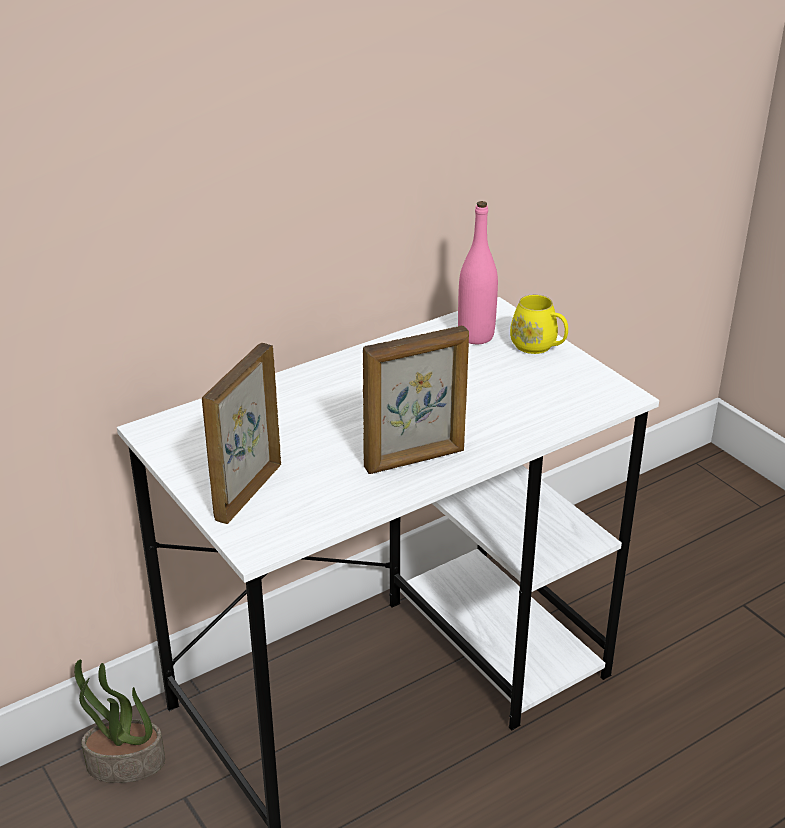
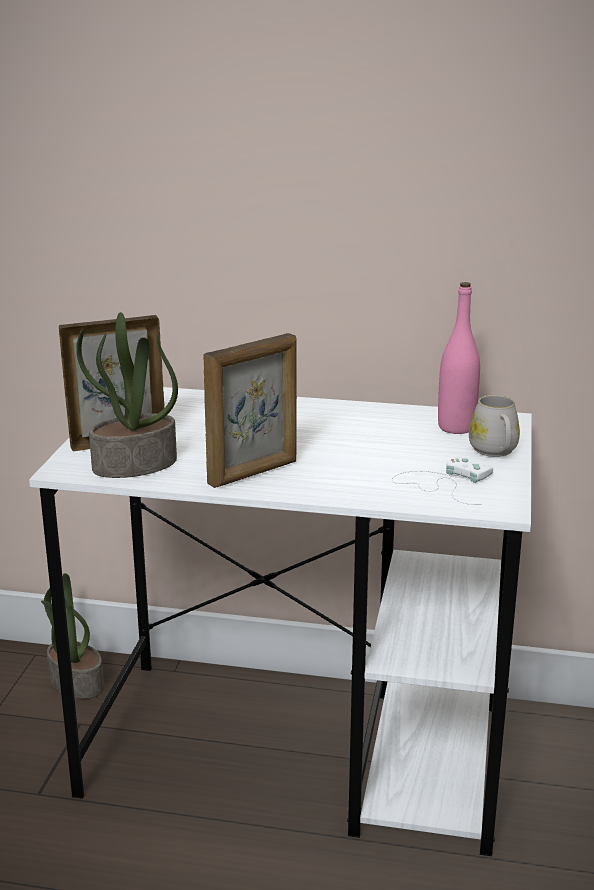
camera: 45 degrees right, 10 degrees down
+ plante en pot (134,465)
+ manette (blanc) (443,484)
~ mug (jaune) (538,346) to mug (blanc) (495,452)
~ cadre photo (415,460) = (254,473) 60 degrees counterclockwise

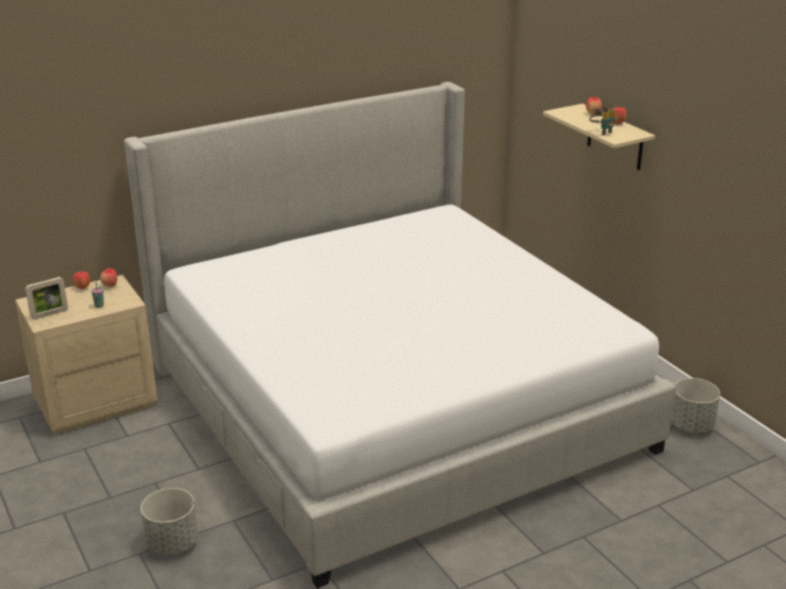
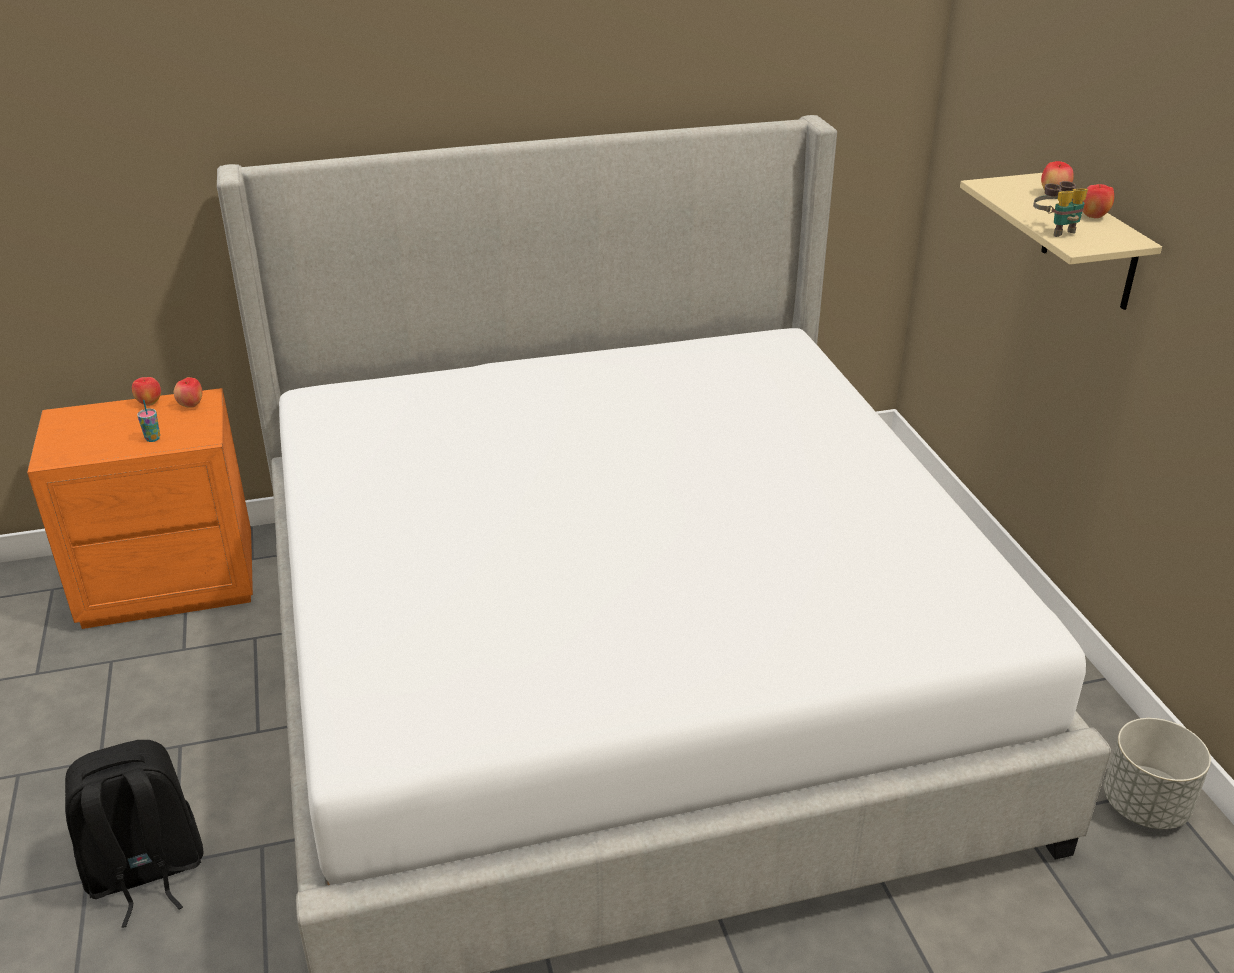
camera: 15 degrees right, 5 degrees up
- cadre photo (49,314)
~ cache-pot (gris) (172,544) to sac à dos (noir) (145,873)
~ table de chevet (beige) (95,402) to table de chevet (orange) (169,582)

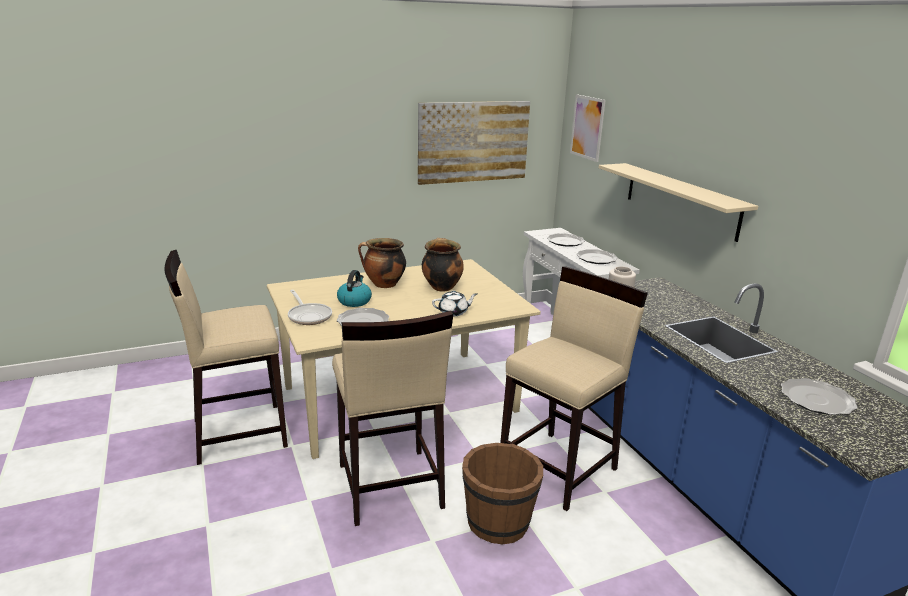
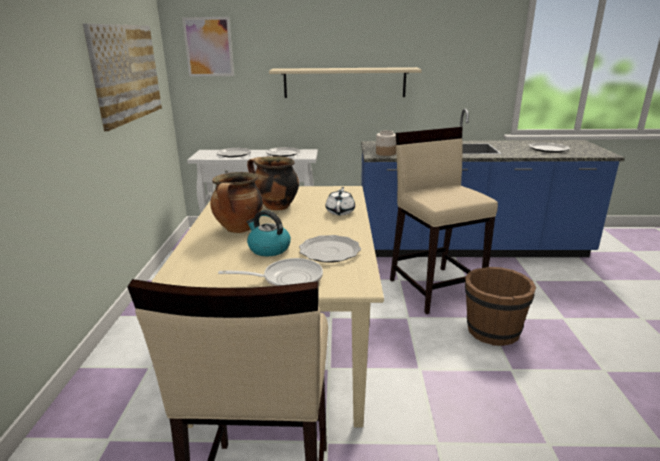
camera: 65 degrees left, 0 degrees up
- tabouret (beige) (389,487)

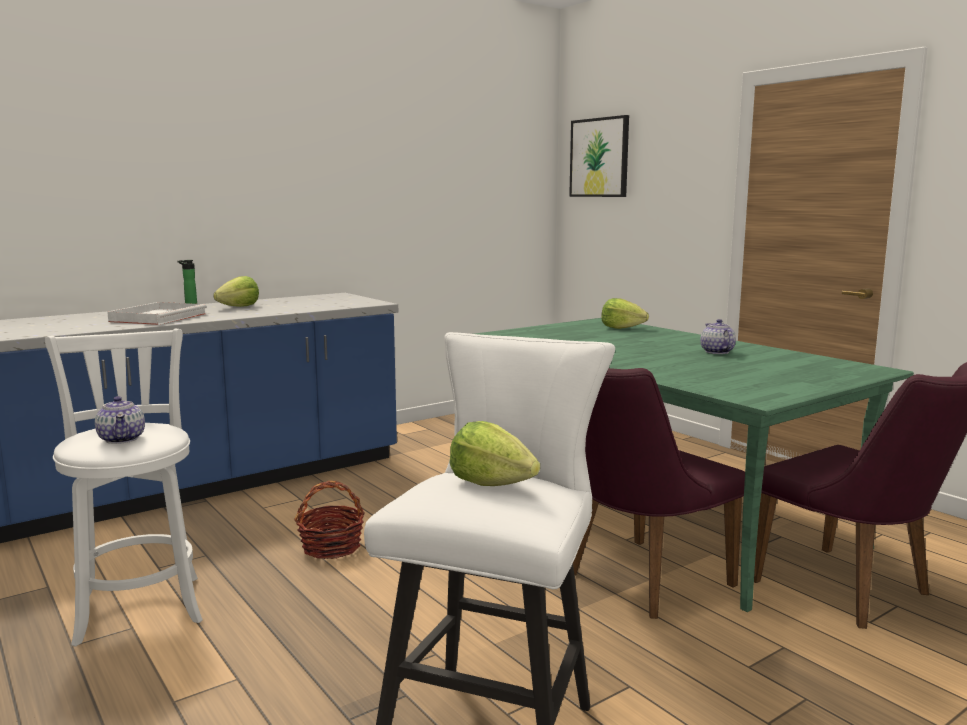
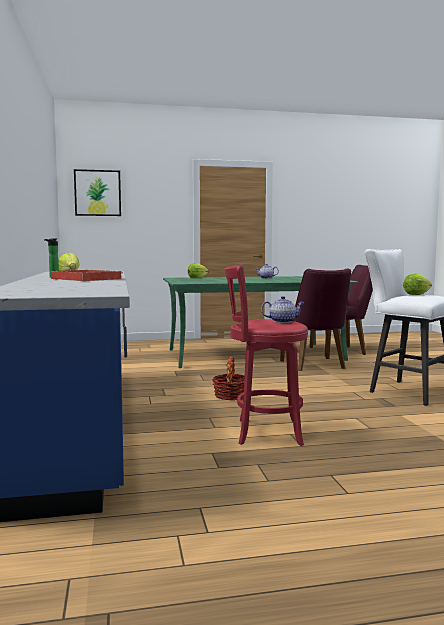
camera: 65 degrees left, 5 degrees down
~ tabouret (blanc) (140,605) to tabouret (rouge) (264,432)
~ plateau (blanc) (159,317) to plateau (rouge) (85,279)

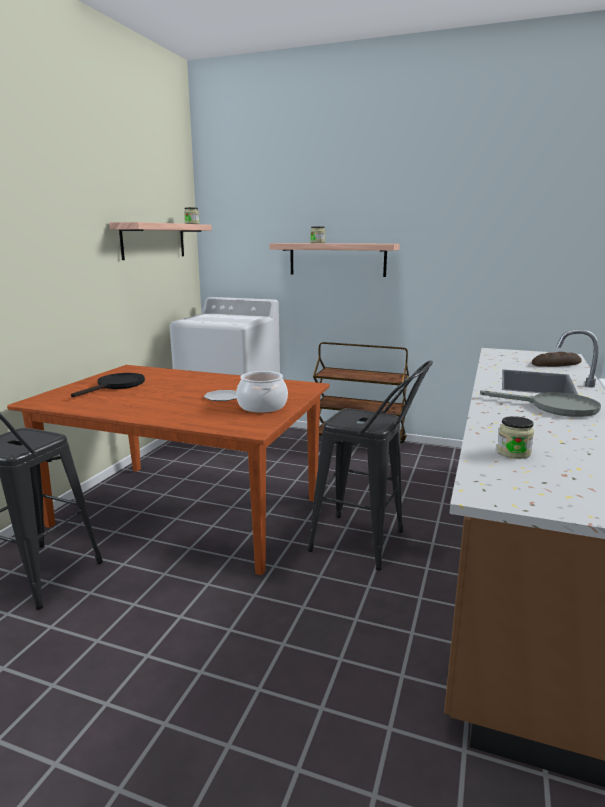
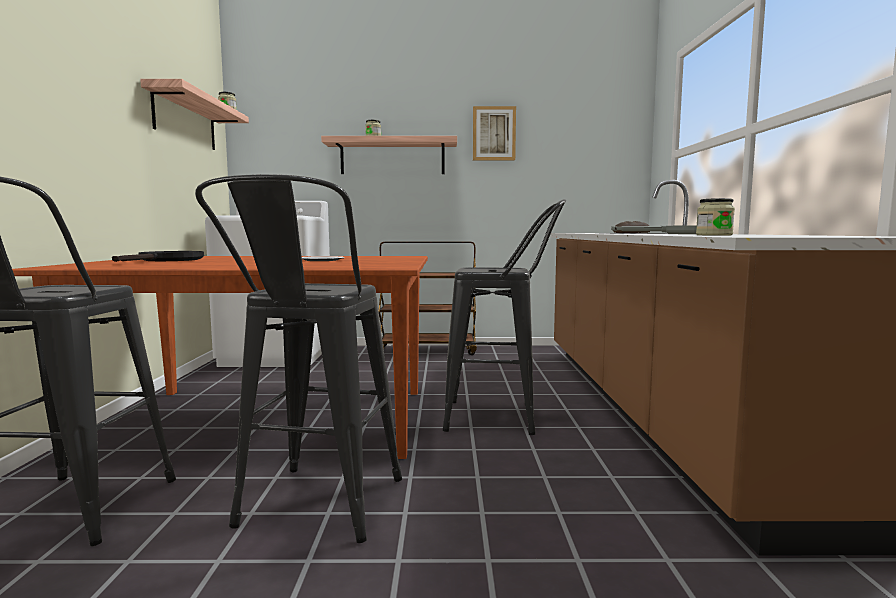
camera: 20 degrees left, 10 degrees down
- marmite (262,406)
+ tabouret (noir) (313,512)
+ tableau (494,133)

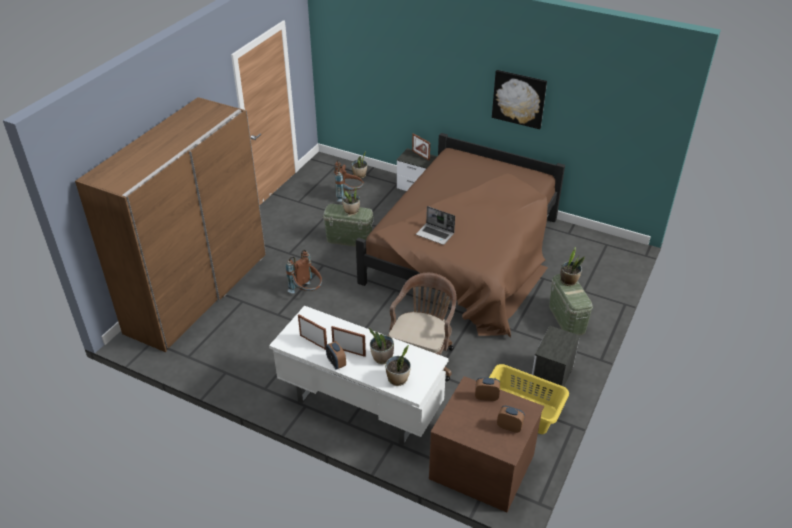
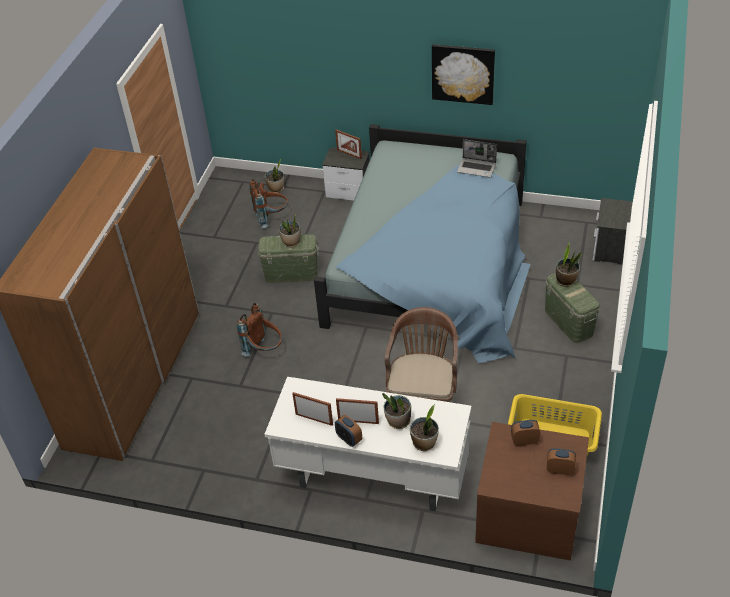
camera: 10 degrees left, 5 degrees up
~ ordinateur portable (435,234) to (477,168)
~ table de chevet (551,377) to (609,249)
~ lit (marron) (465,255) to lit (bleu) (433,267)

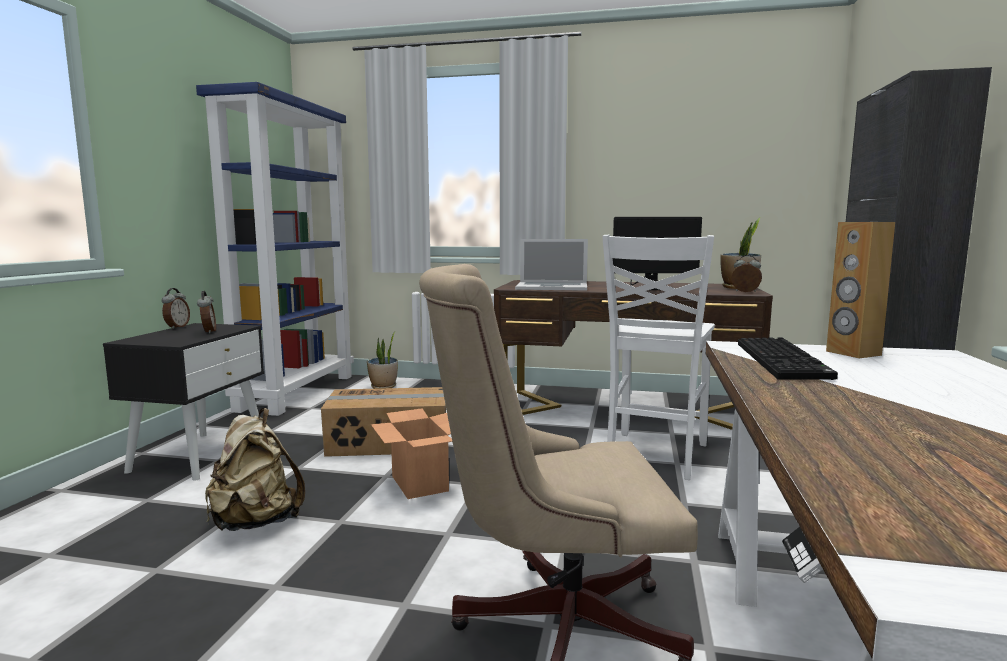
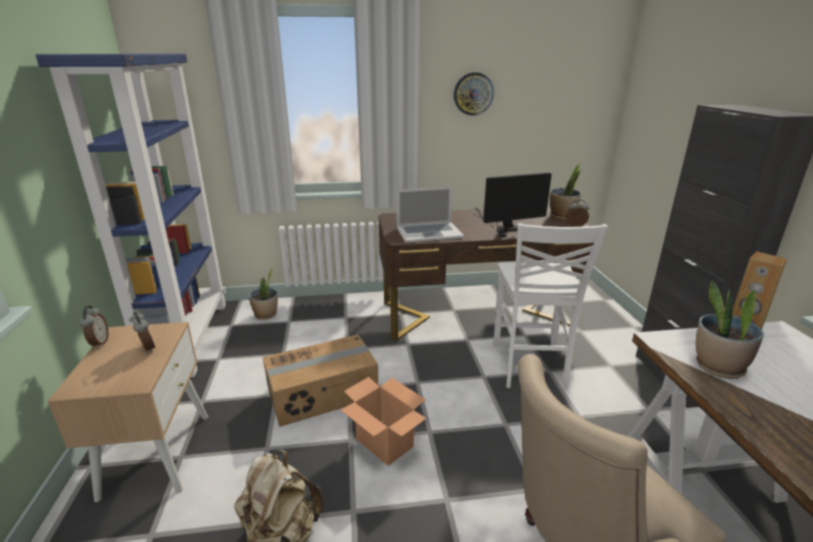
camera: 20 degrees left, 15 degrees up
+ horloge murale (473,94)
~ clavier (784,361) to plante en pot (717,367)
~ table de chevet (noir) (200,455) to table de chevet (beige) (156,453)

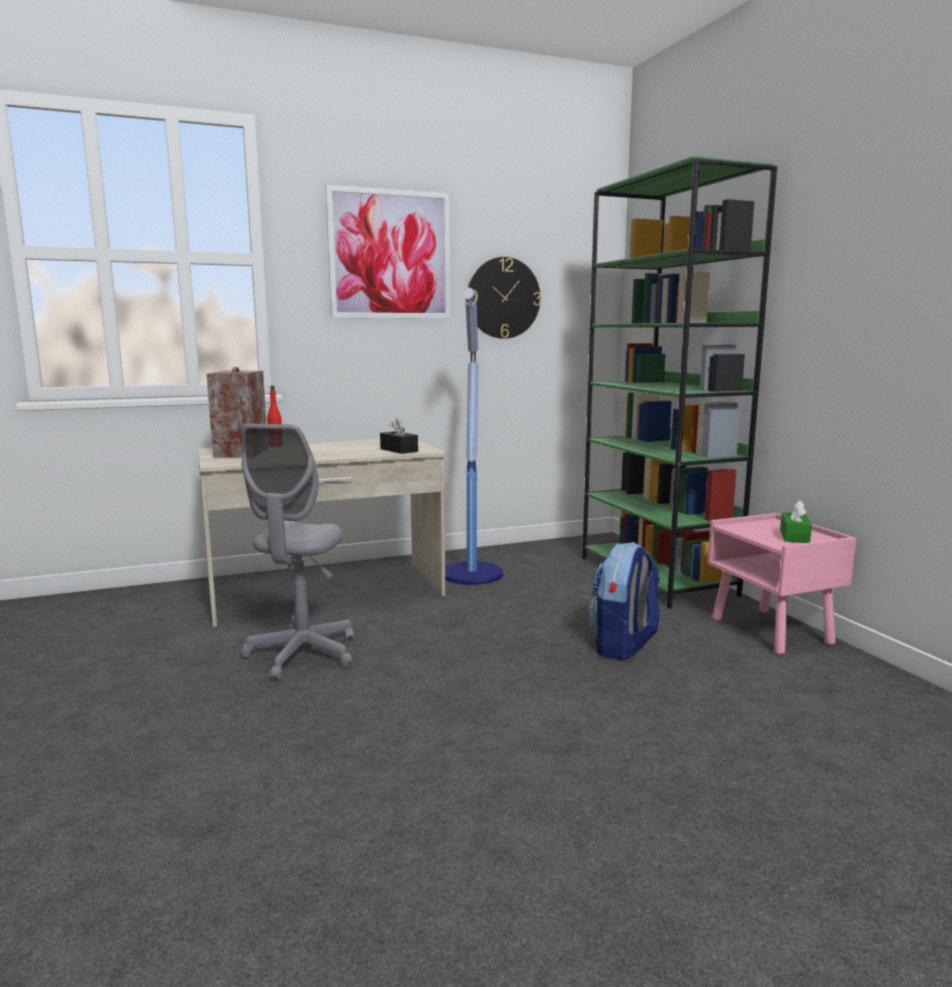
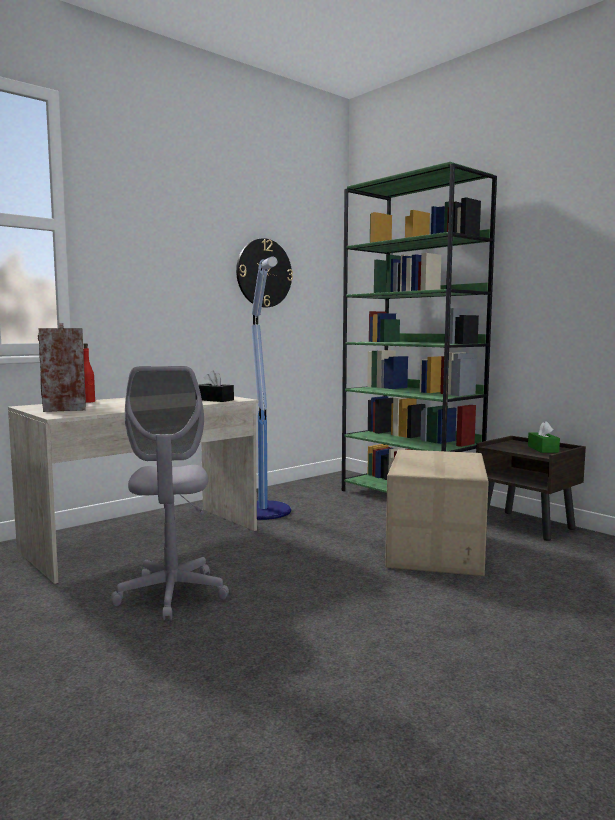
camera: 20 degrees left, 5 degrees down
- tableau (390,255)
~ sac à dos (623,646) to carton (436,550)
~ table de chevet (rose) (772,631) to table de chevet (marron) (527,526)

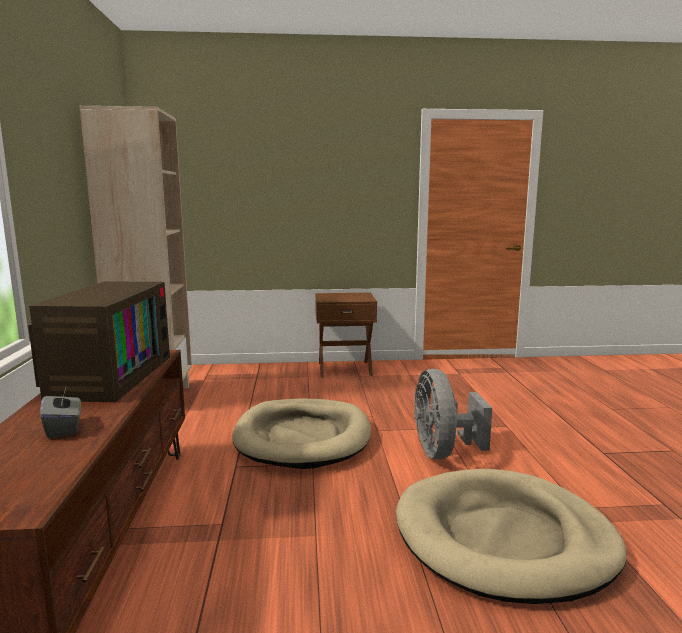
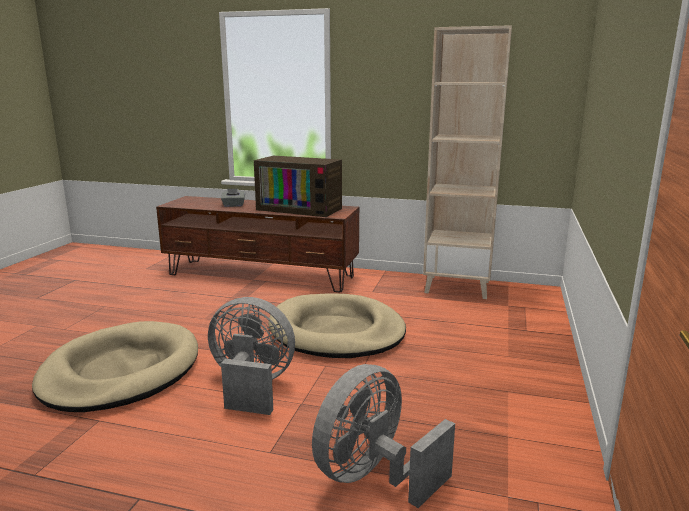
camera: 110 degrees right, 5 degrees up
- table de chevet (marron) (344,368)
+ ventilateur (gris) (373,477)

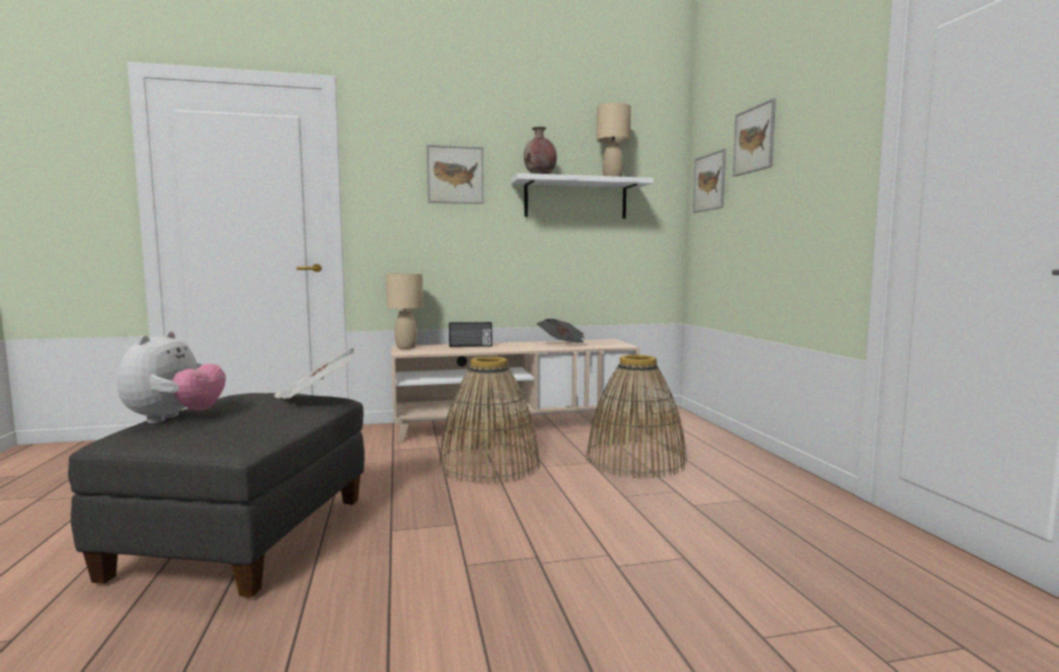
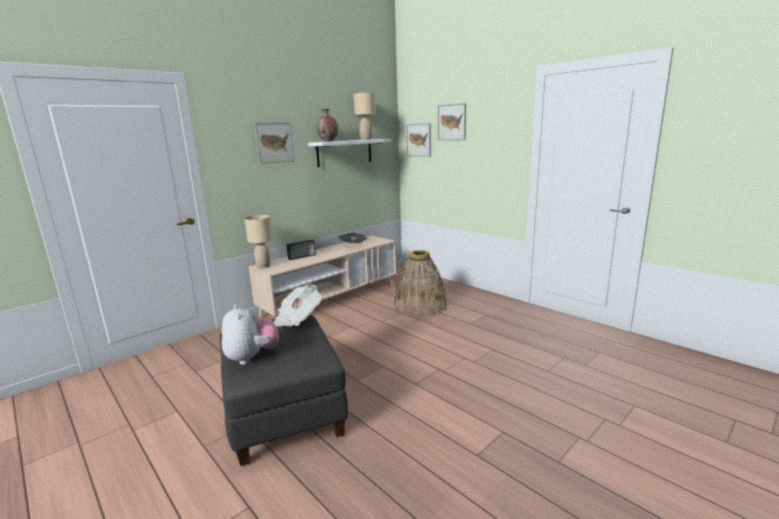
camera: 30 degrees left, 10 degrees up
- panier (489,464)

